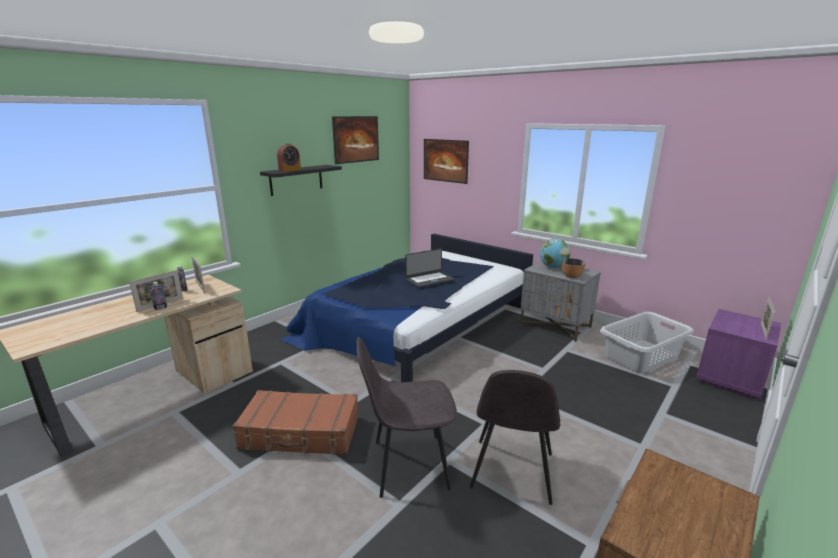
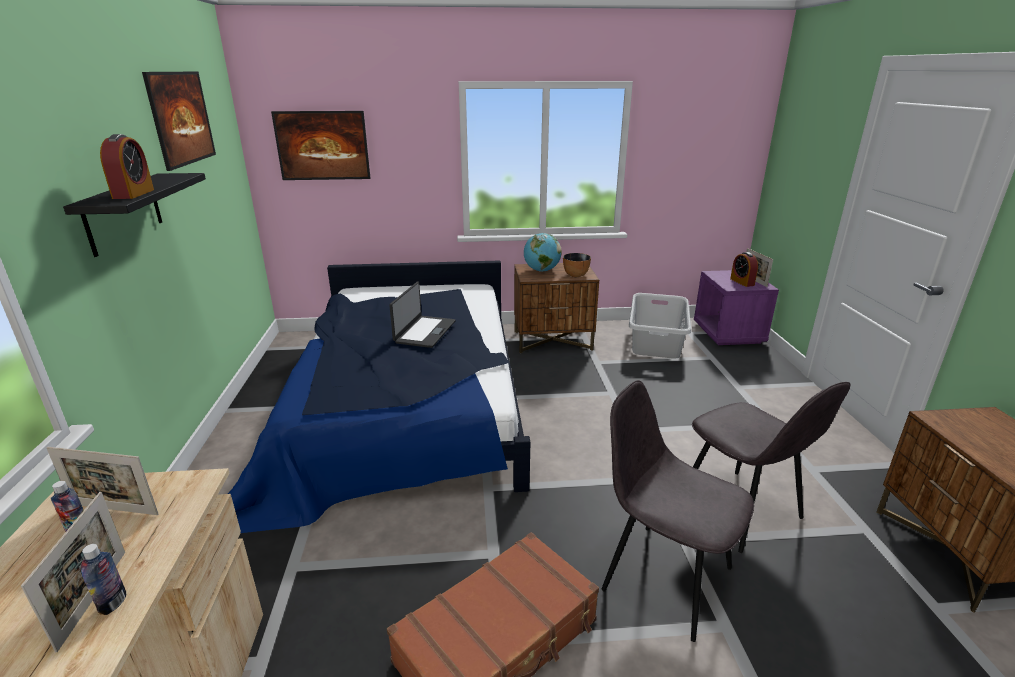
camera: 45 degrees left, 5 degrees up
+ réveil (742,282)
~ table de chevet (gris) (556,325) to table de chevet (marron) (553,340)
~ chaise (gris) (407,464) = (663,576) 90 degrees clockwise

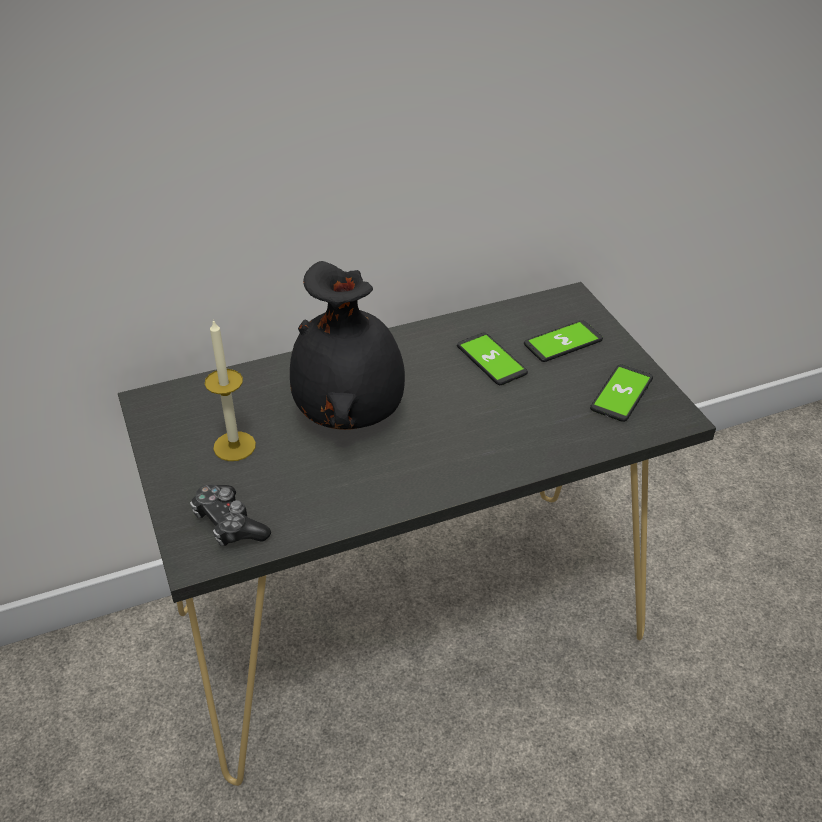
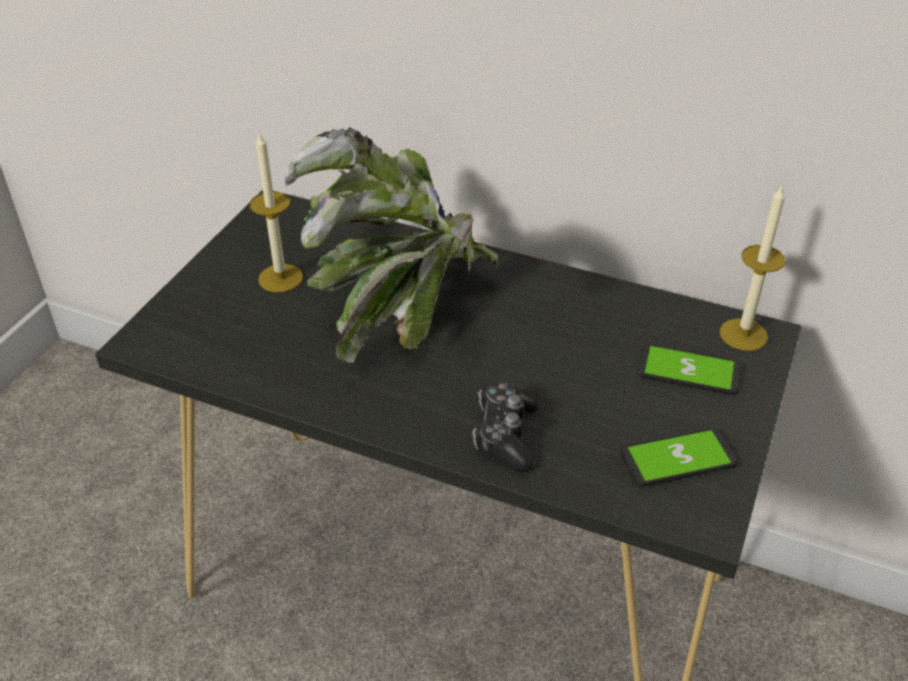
camera: 45 degrees right, 0 degrees up
- téléphone (491,360)
+ bougie (743,334)
~ manette (229,524) to (505,435)
~ vase (noir) (351,412) to plante en pot (402,309)

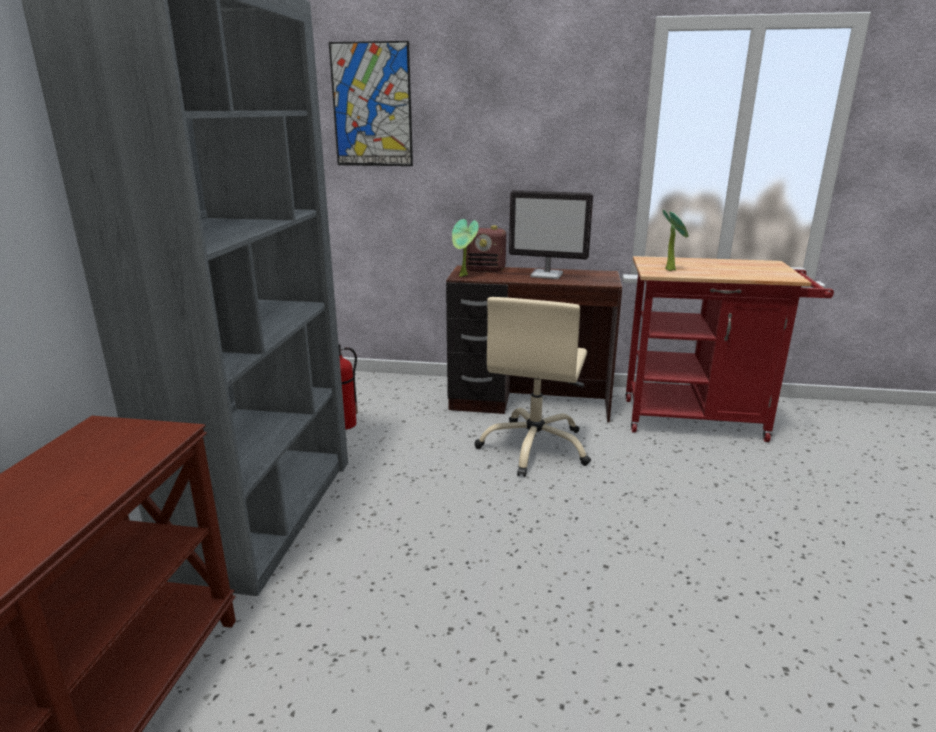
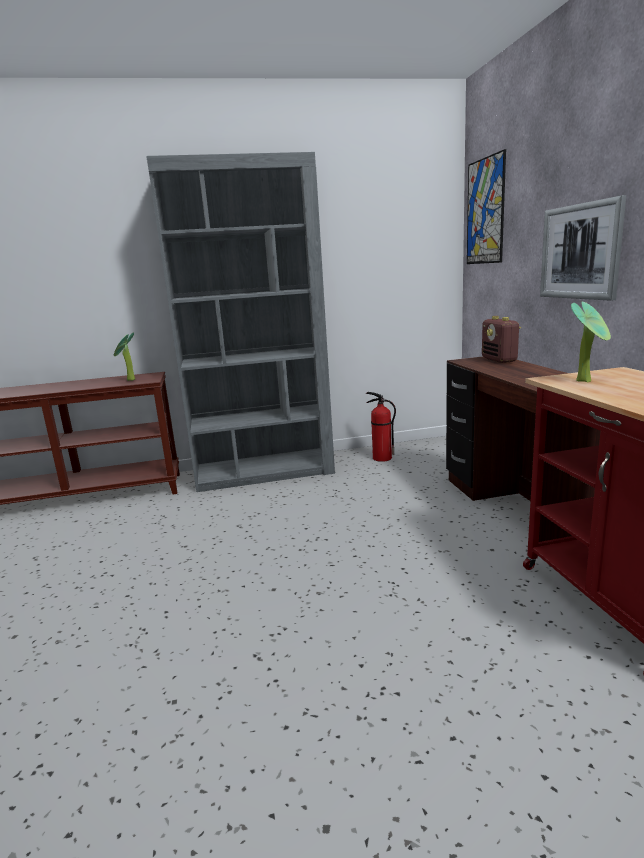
camera: 70 degrees right, 5 degrees down
- chaise de bureau (beige) (535,447)
- écran d'ordinateur (547,275)
+ tableau (580,252)
~ plante en pot (464,276) to (129,380)

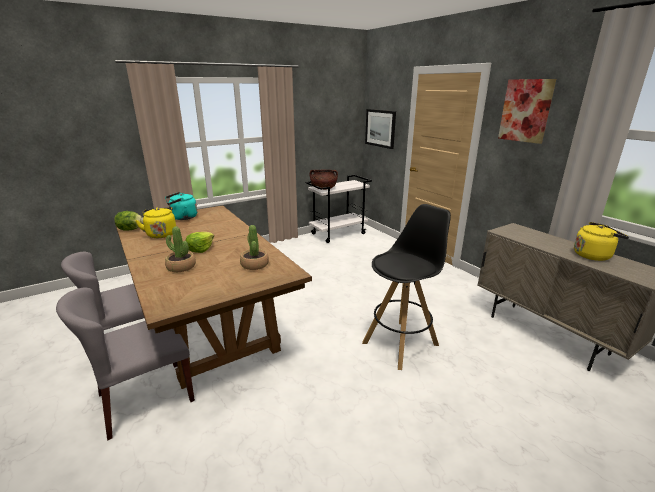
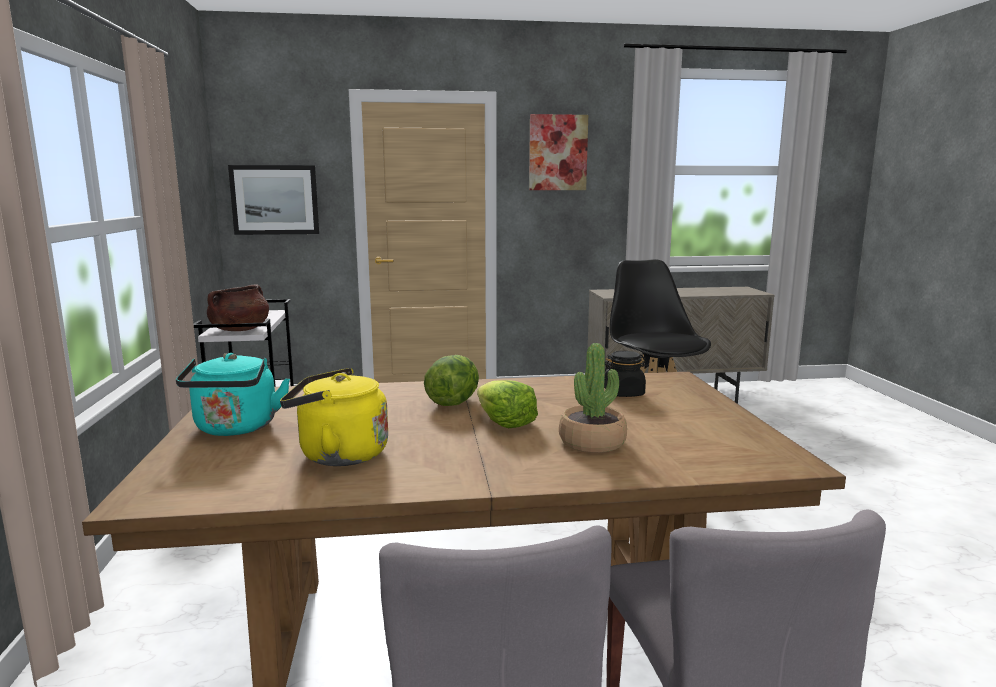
camera: 65 degrees left, 10 degrees down
- bouilloire (jaune) (593,255)
~ laitue (131,229) to (453,402)
~ plante en pot (254,265) to bocal (noir) (624,393)

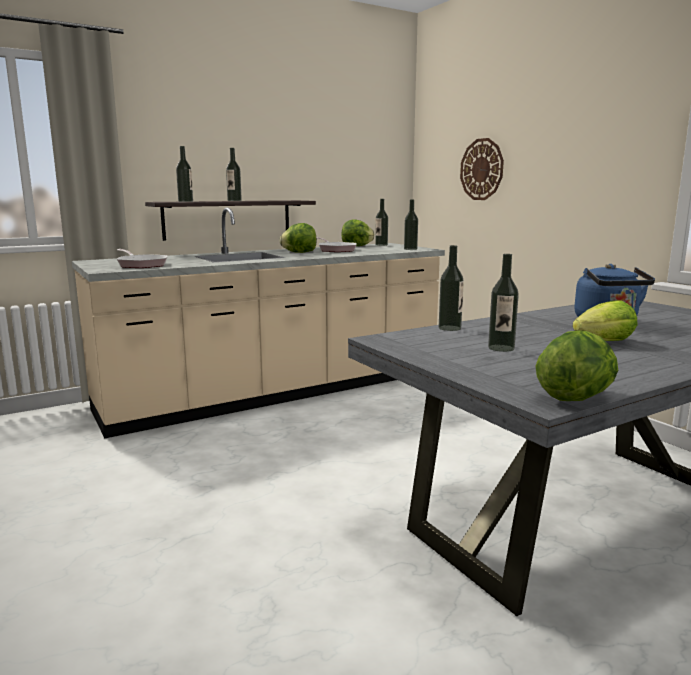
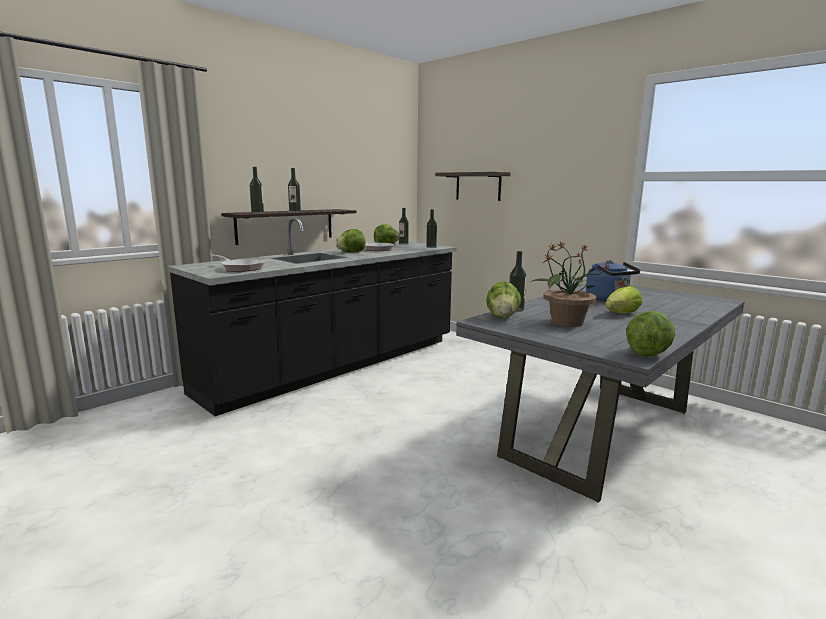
camera: 15 degrees left, 0 degrees up
+ laitue (502,317)
~ horloge murale (481,169) to étagère (478,186)
~ bouteille (501,348) to plante en pot (565,322)
~ comptoir de cuisine (beige) (277,393) to comptoir de cuisine (noir) (337,365)

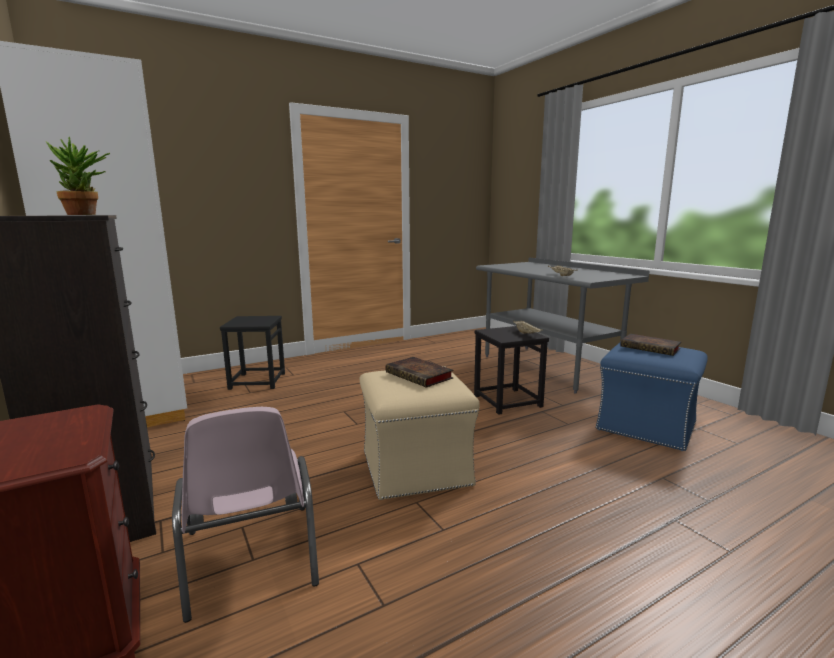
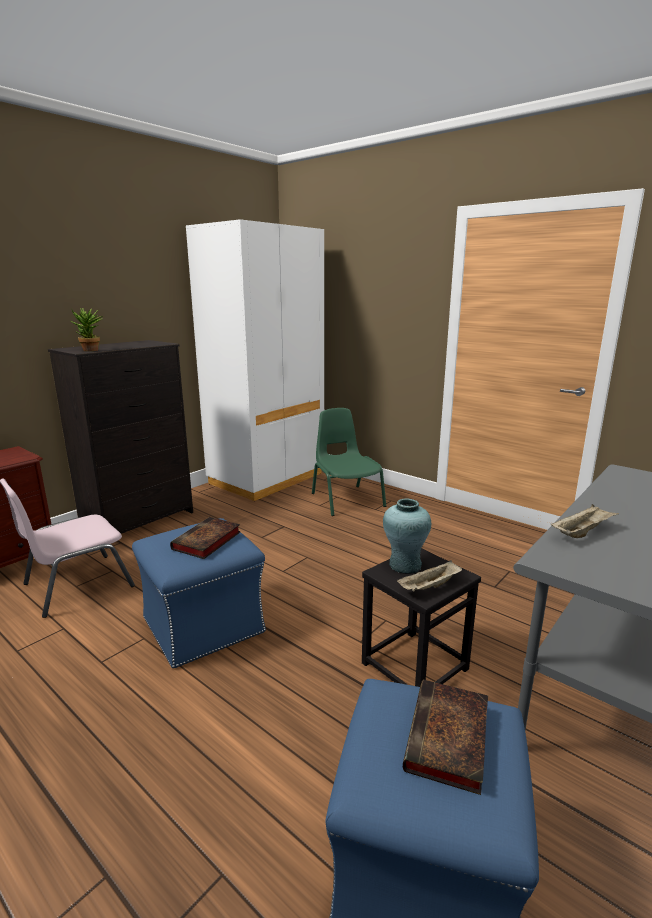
camera: 70 degrees right, 5 degrees up
+ vase (turquoise) (405,565)
~ tabouret (noir) (257,381) to chaise (vert) (346,499)
~ pouf (beige) (415,467) to pouf (bleu) (204,624)

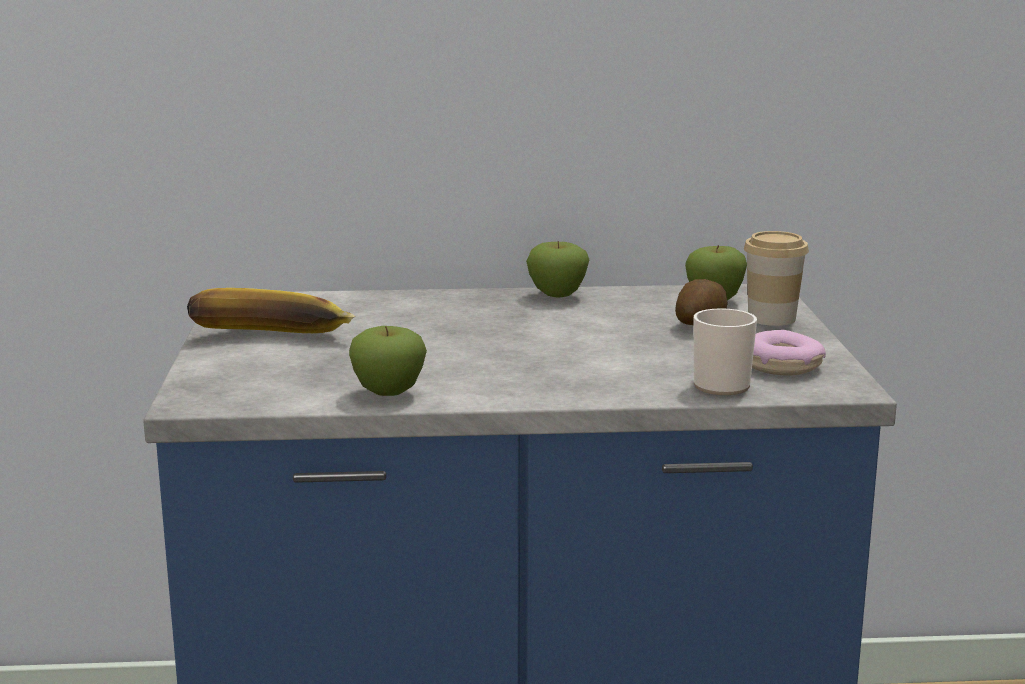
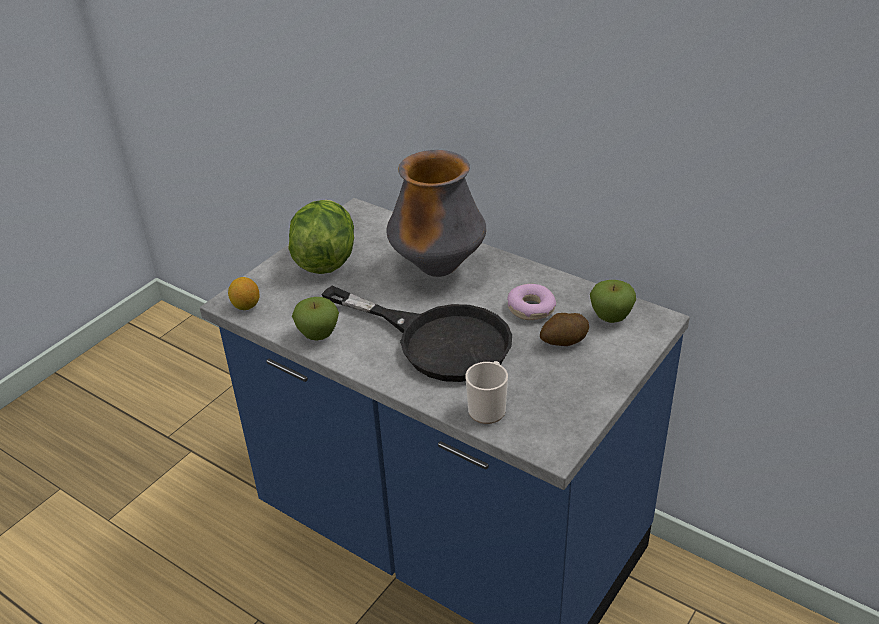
camera: 40 degrees right, 20 degrees up
- pomme (557,295)
- tasse (771,318)
+ citron (246,306)
+ poêle (noir) (437,340)
+ vase (438,268)
~ beignet (783,366) to (531,309)
~ banane (270,340) to laitue (325,259)

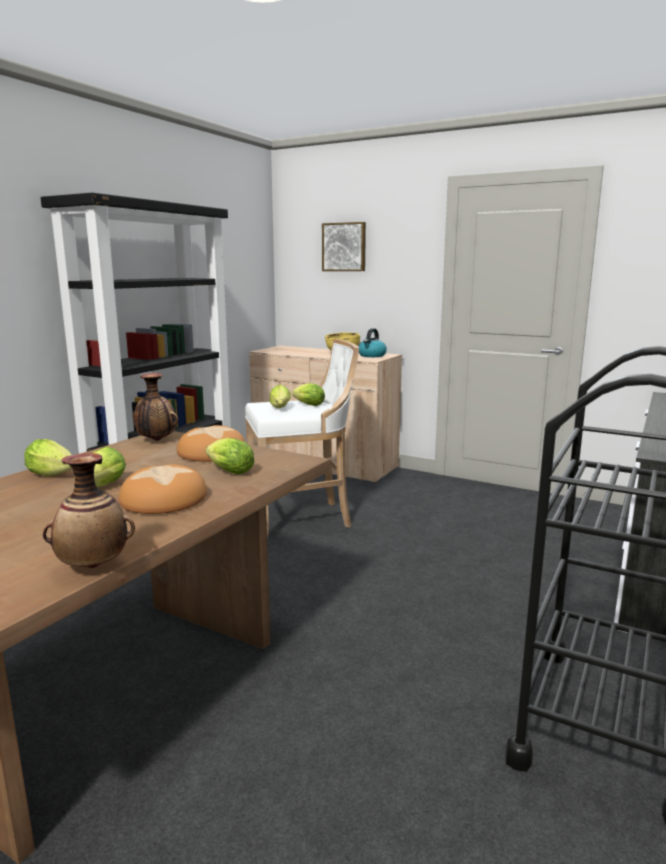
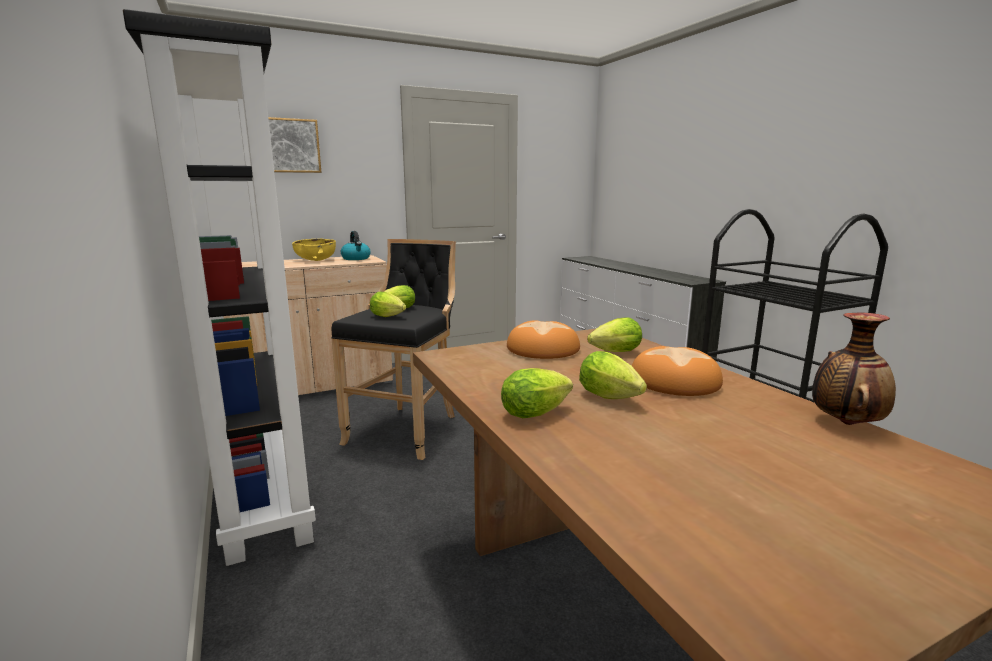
camera: 55 degrees left, 0 degrees up
- vase (156,440)
~ tabouret (blanc) (302,519) to tabouret (noir) (407,429)

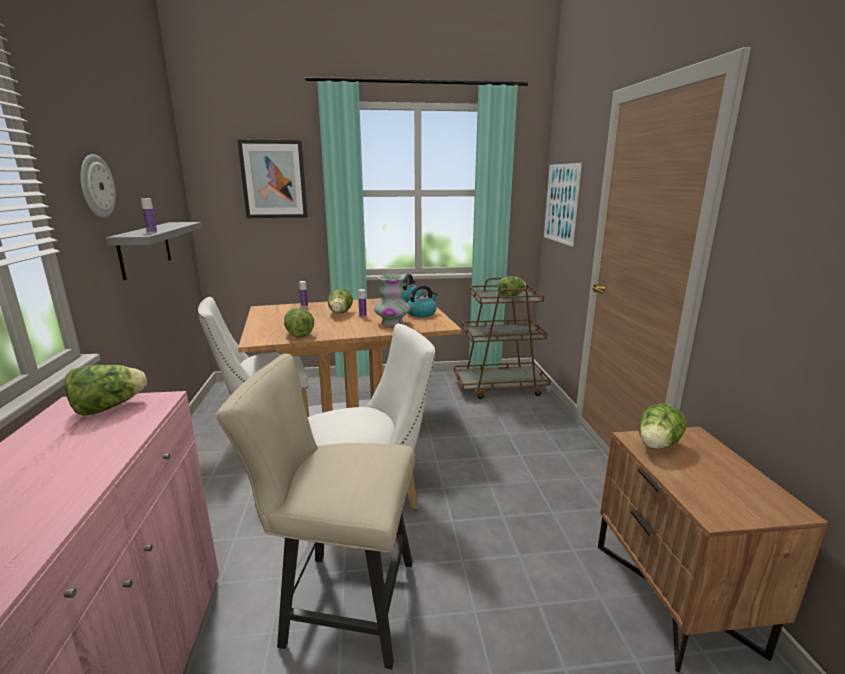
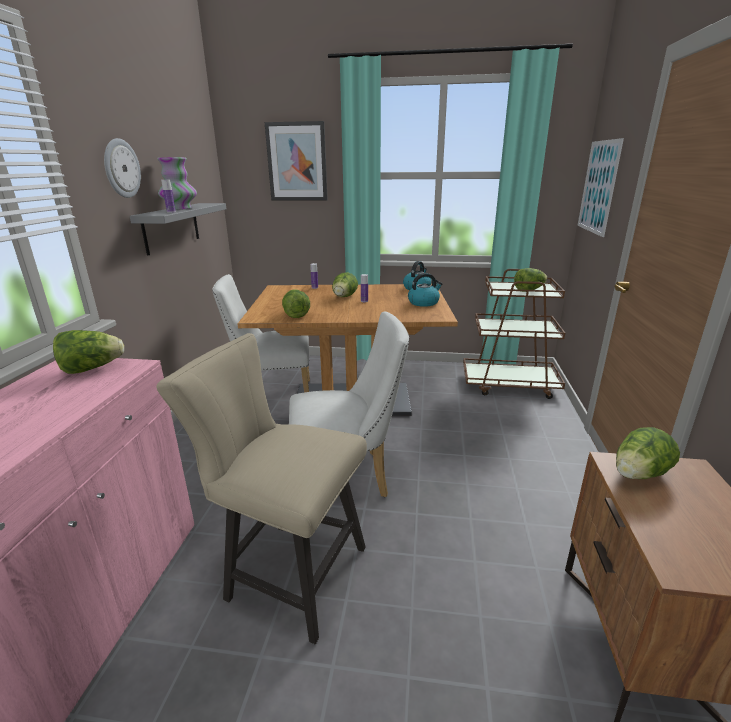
camera: 15 degrees right, 5 degrees up
~ vase (392,323) to (180,209)

